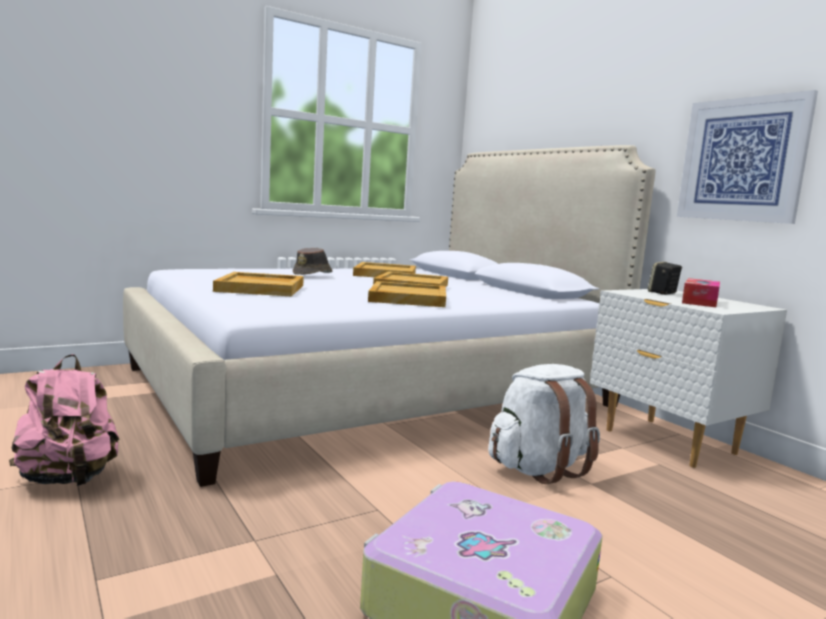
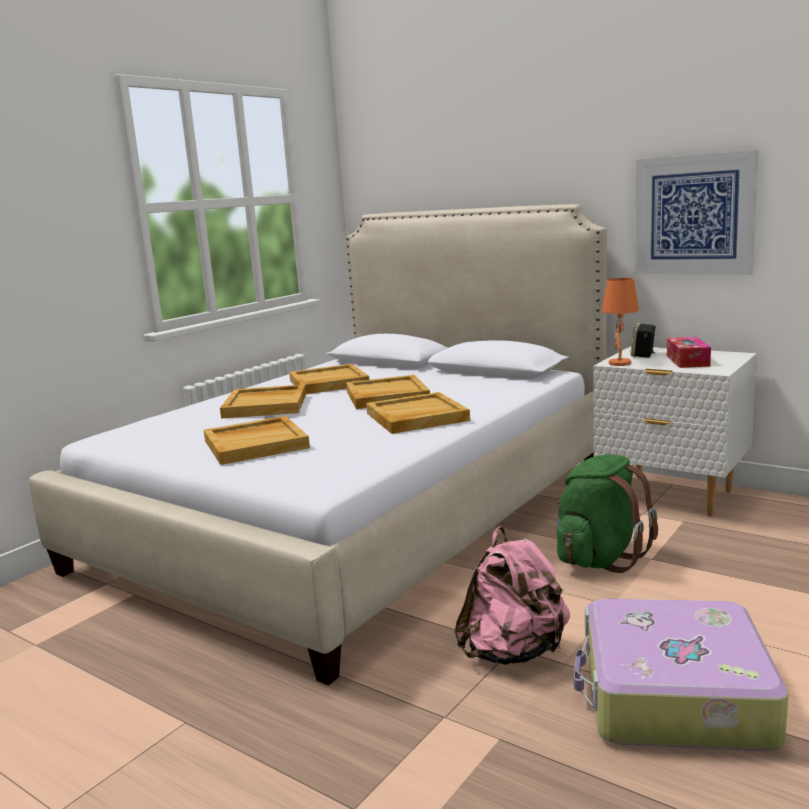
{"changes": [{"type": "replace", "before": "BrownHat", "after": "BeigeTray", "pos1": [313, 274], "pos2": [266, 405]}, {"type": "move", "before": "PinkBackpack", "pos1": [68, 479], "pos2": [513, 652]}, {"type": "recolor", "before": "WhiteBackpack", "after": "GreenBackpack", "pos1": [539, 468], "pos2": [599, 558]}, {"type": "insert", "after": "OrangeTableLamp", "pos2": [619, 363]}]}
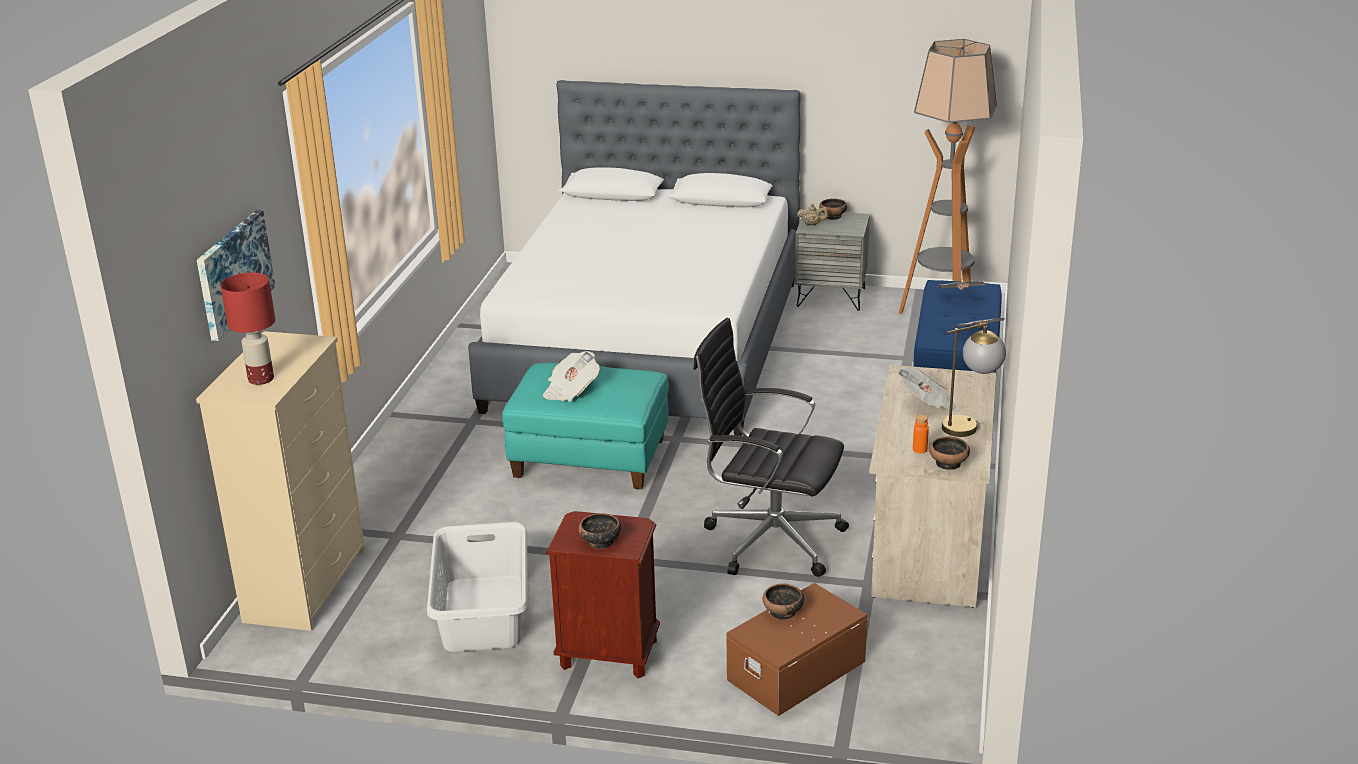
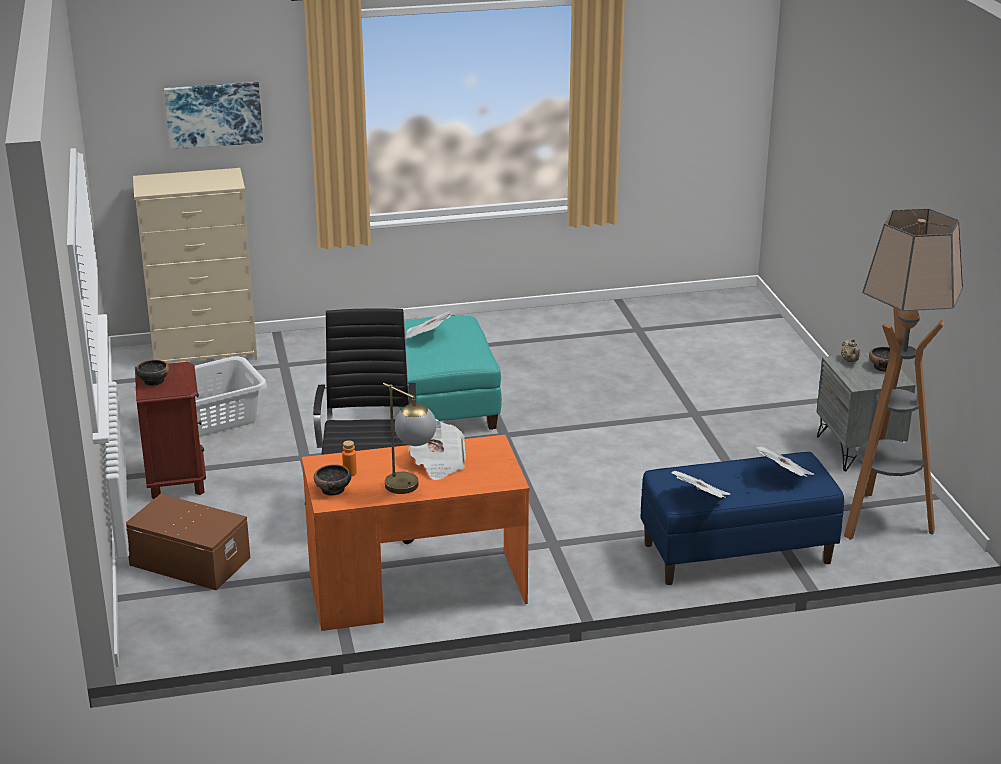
{"changes": [{"type": "recolor", "before": "BeigeDesk", "after": "OrangeDesk", "pos1": [929, 541], "pos2": [417, 590]}, {"type": "delete", "before": "RedTableLamp", "pos1": [260, 379]}, {"type": "delete", "before": "WhiteBed", "pos1": [649, 343]}, {"type": "delete", "before": "Bowl", "pos1": [783, 612]}]}
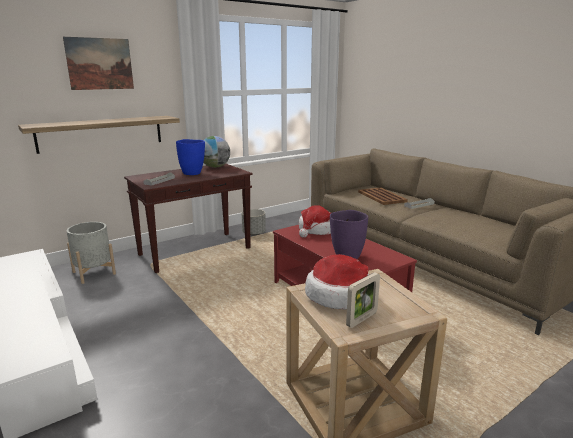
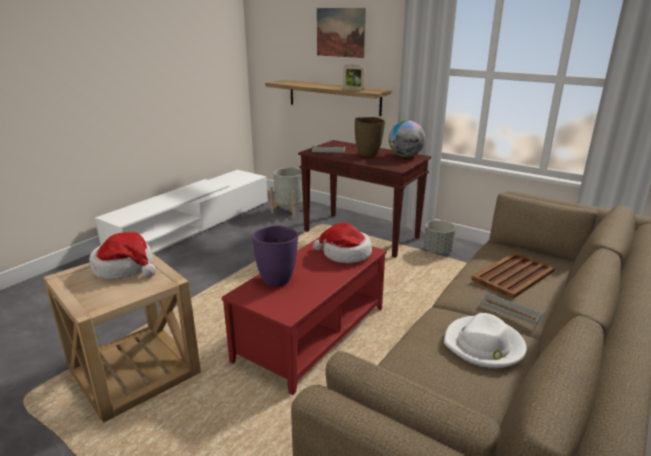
{"changes": [{"type": "move", "before": "PictureFrame", "pos1": [362, 319], "pos2": [353, 89]}, {"type": "recolor", "before": "BlueVase", "after": "BrownVase", "pos1": [192, 173], "pos2": [368, 154]}, {"type": "insert", "after": "WhiteHat", "pos2": [484, 345]}]}
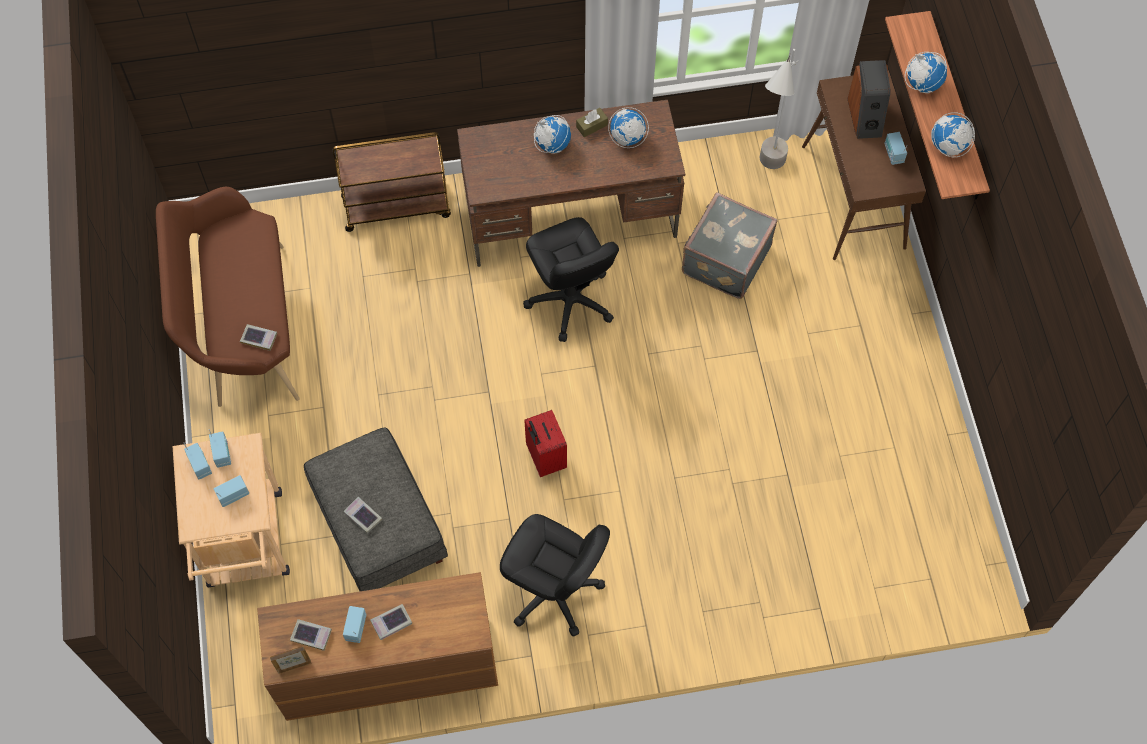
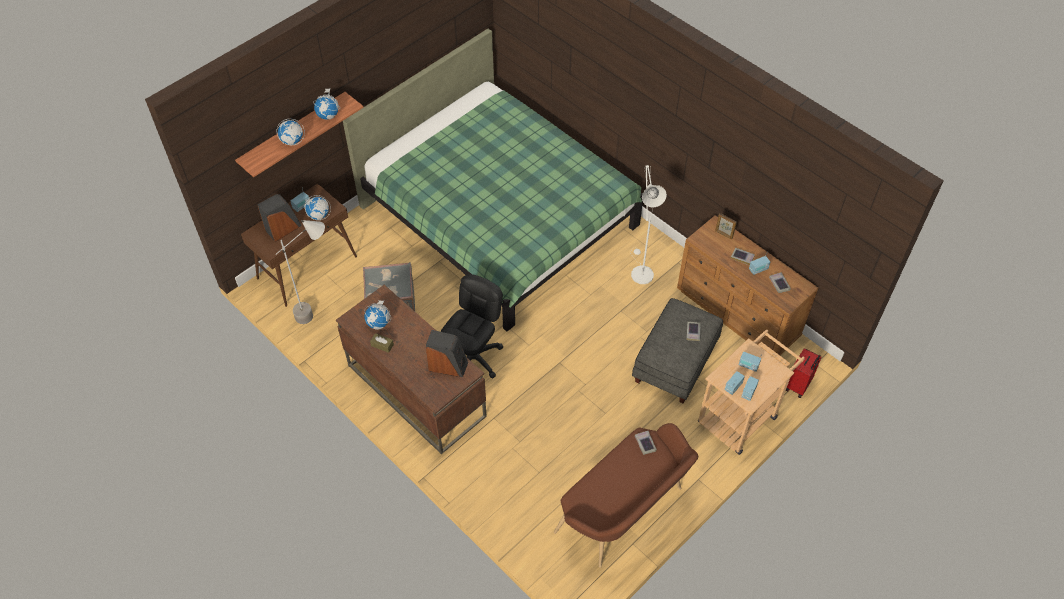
{"changes": [{"type": "move", "before": "Globe", "pos1": [552, 144], "pos2": [319, 216]}, {"type": "insert", "after": "GreenBed", "pos2": [499, 217]}, {"type": "insert", "after": "Speaker", "pos2": [448, 365]}, {"type": "replace", "before": "BlackOfficeChair", "after": "WhiteFloorLamp", "pos1": [553, 591], "pos2": [640, 271]}, {"type": "move", "before": "PictureFrame", "pos1": [294, 666], "pos2": [723, 234]}, {"type": "move", "before": "RedSuitcase", "pos1": [545, 458], "pos2": [799, 385]}, {"type": "delete", "before": "BrownCart", "pos1": [397, 205]}]}
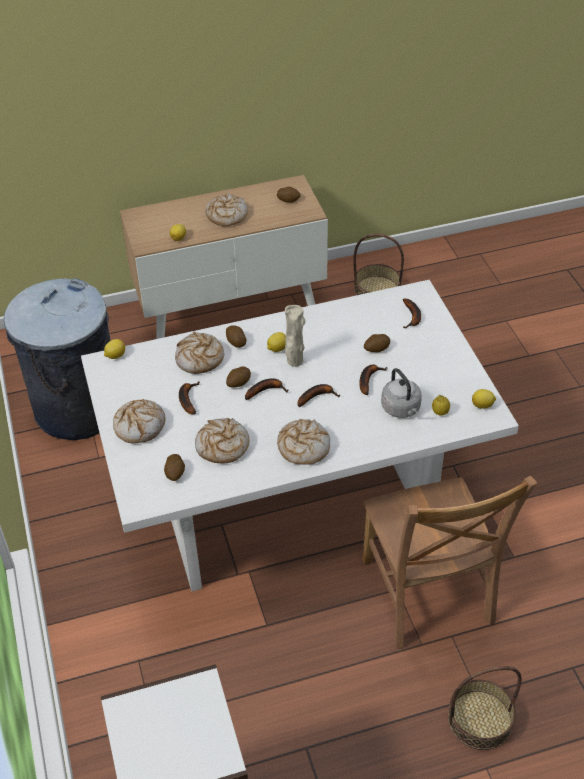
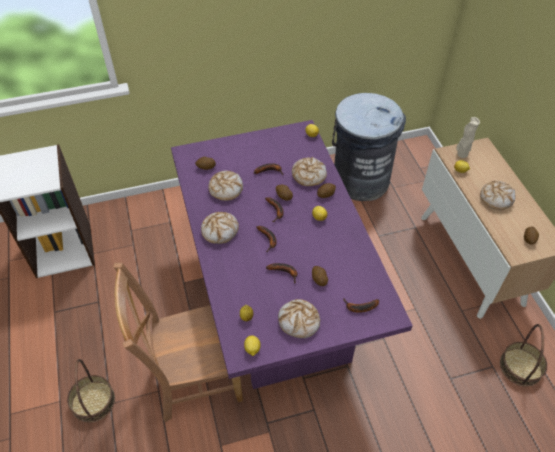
{"changes": [{"type": "recolor", "before": "WhiteDiningTable", "after": "PurpleDiningTable", "pos1": [295, 503], "pos2": [278, 299]}, {"type": "move", "before": "Bread", "pos1": [140, 426], "pos2": [299, 321]}, {"type": "move", "before": "BeigeVase", "pos1": [294, 362], "pos2": [461, 154]}, {"type": "delete", "before": "GreyKettle", "pos1": [401, 409]}]}
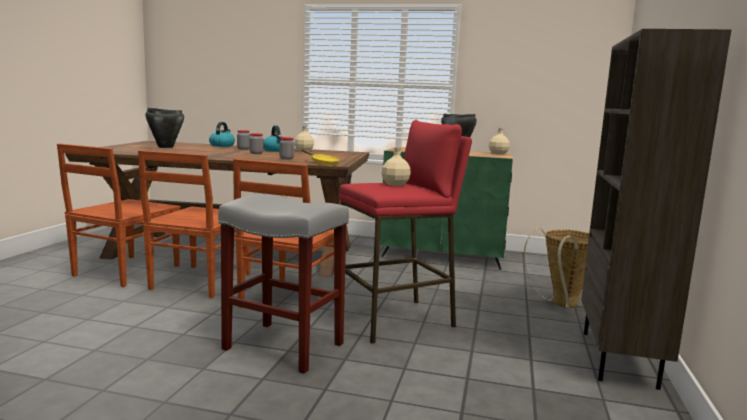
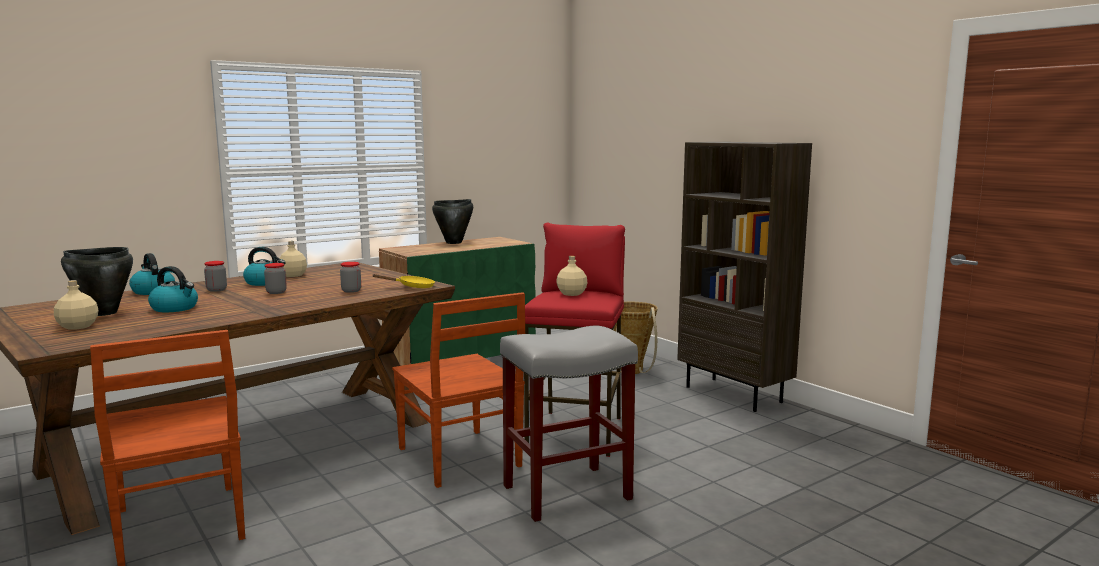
{"changes": [{"type": "move", "before": "BeigeBottle", "pos1": [498, 153], "pos2": [78, 326]}, {"type": "insert", "after": "Kettle", "pos2": [175, 308]}, {"type": "delete", "before": "BrownChair", "pos1": [200, 282]}]}
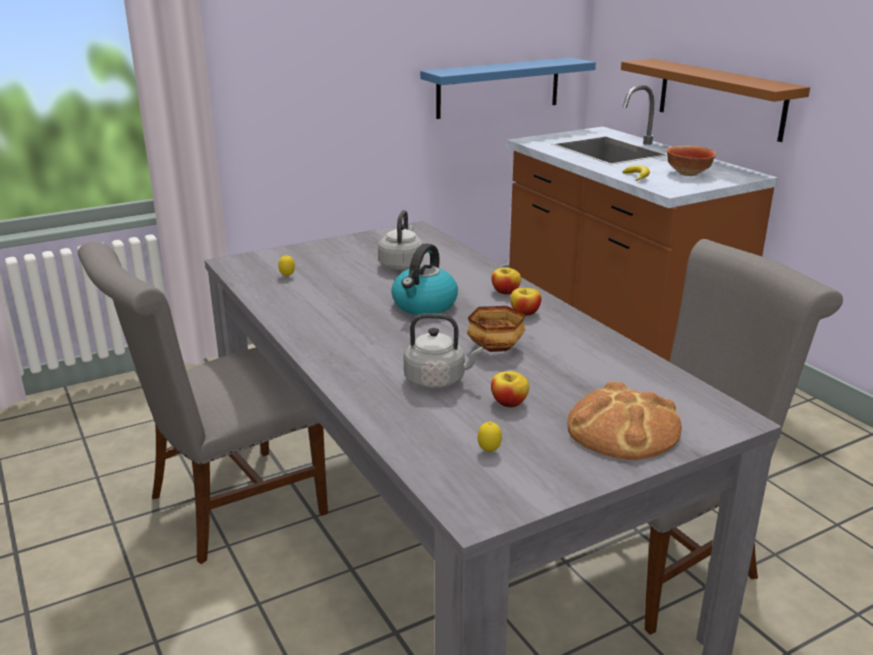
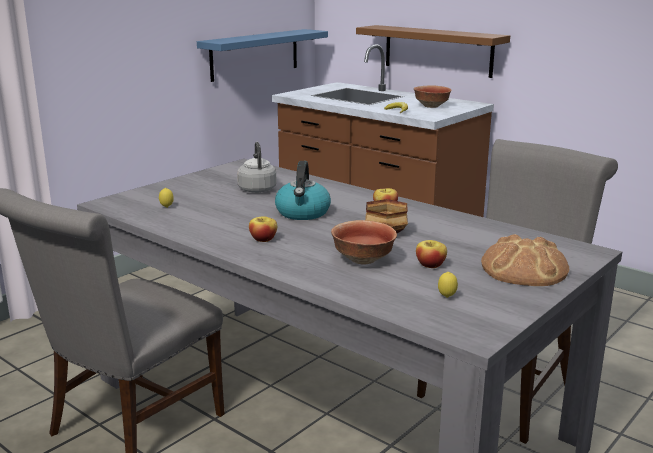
{"changes": [{"type": "move", "before": "Apple", "pos1": [505, 292], "pos2": [263, 239]}, {"type": "replace", "before": "GreyKettle", "after": "Bowl", "pos1": [438, 381], "pos2": [364, 260]}]}
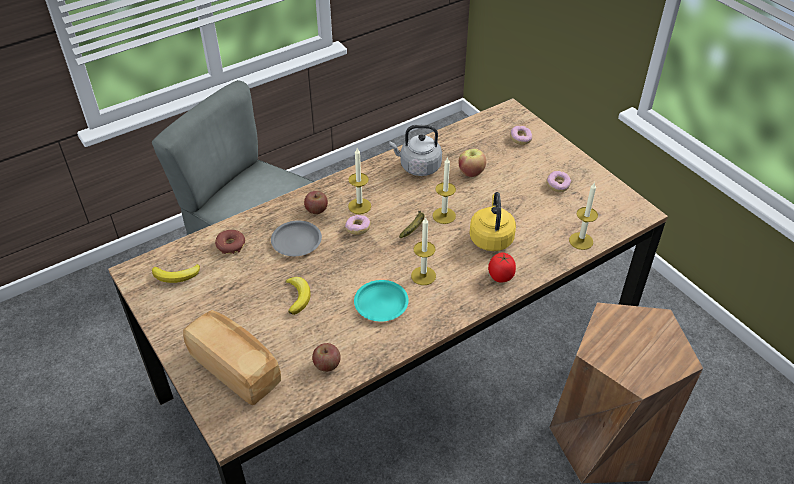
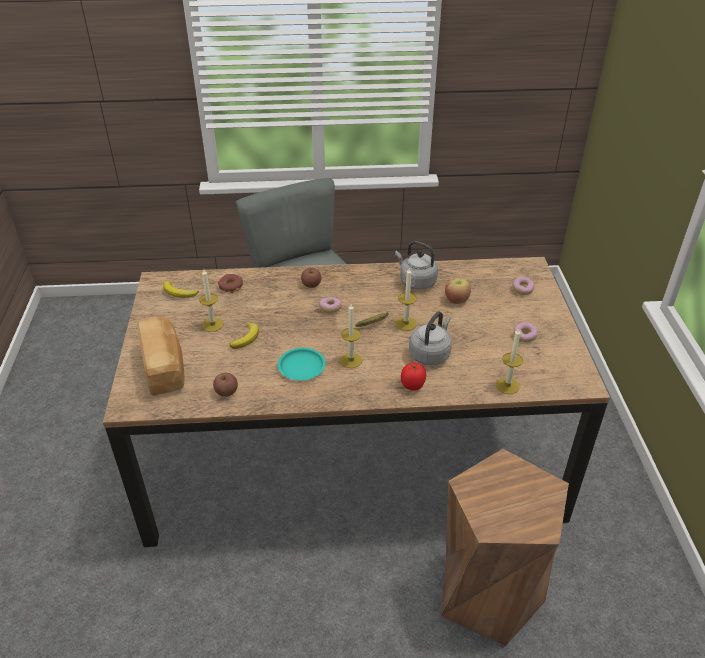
{"changes": [{"type": "move", "before": "Candle", "pos1": [359, 206], "pos2": [212, 325]}, {"type": "recolor", "before": "YellowKettle", "after": "GreyKettle", "pos1": [491, 237], "pos2": [430, 354]}, {"type": "delete", "before": "GreyPlate", "pos1": [296, 241]}]}
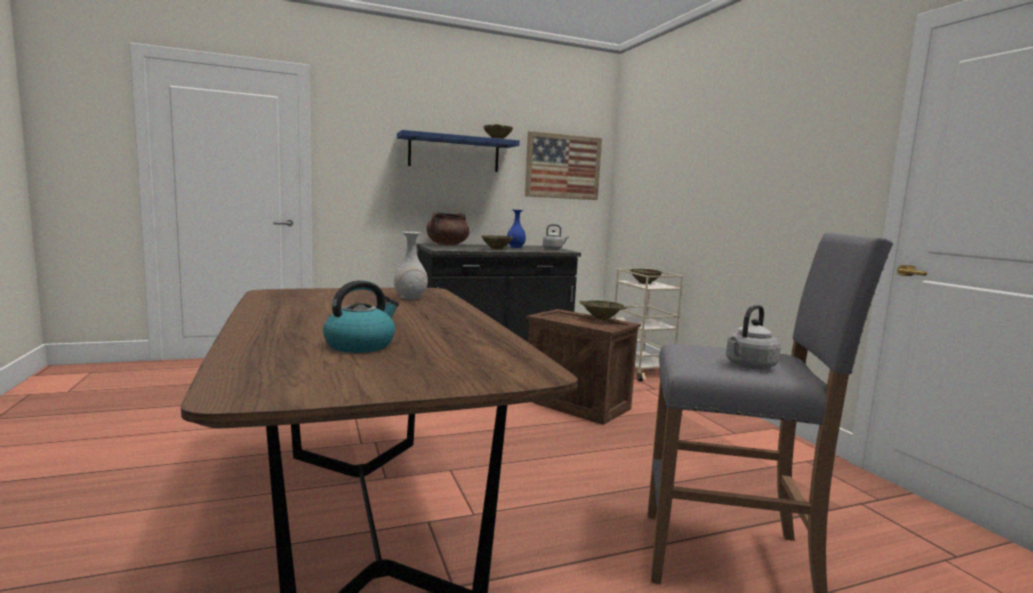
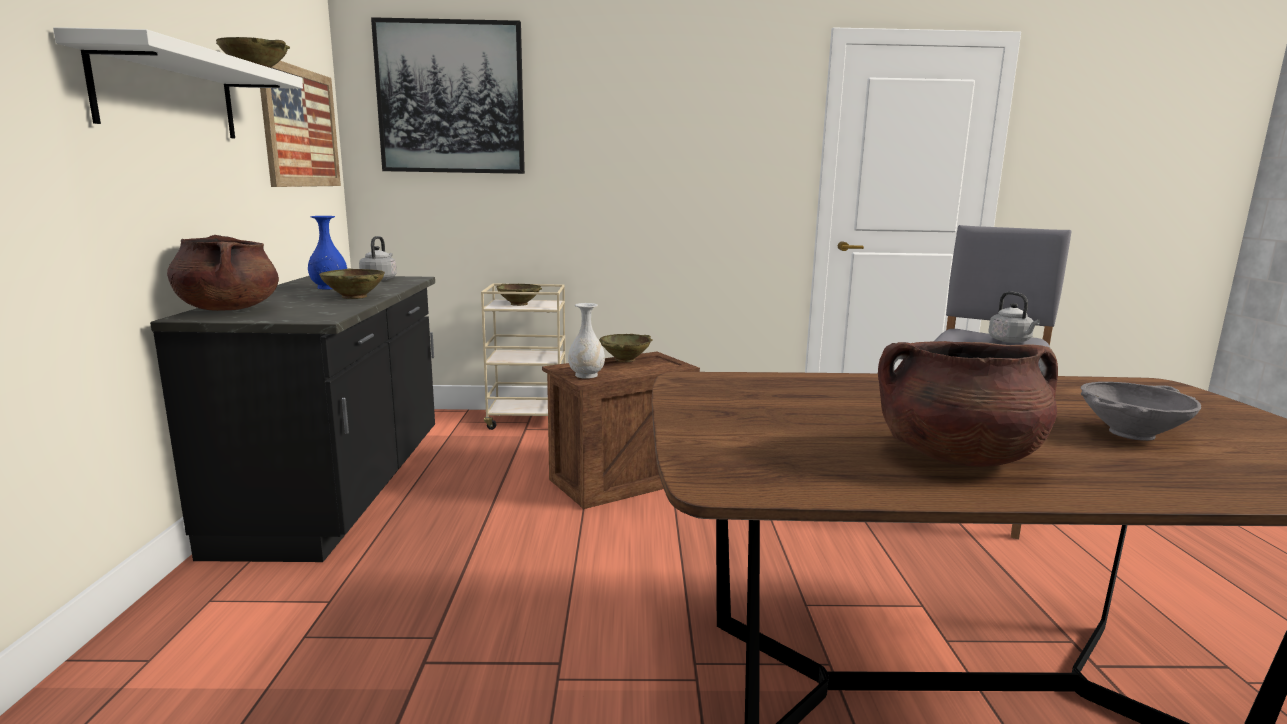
{"changes": [{"type": "recolor", "before": "BlueShelf", "after": "WhiteShelf", "pos1": [454, 153], "pos2": [168, 94]}, {"type": "insert", "after": "Picture", "pos2": [451, 98]}, {"type": "move", "before": "WhiteVase", "pos1": [410, 297], "pos2": [587, 375]}, {"type": "insert", "after": "BrownCookingPot", "pos2": [957, 456]}, {"type": "replace", "before": "Kettle", "after": "GreyBowl", "pos1": [361, 345], "pos2": [1131, 434]}]}
